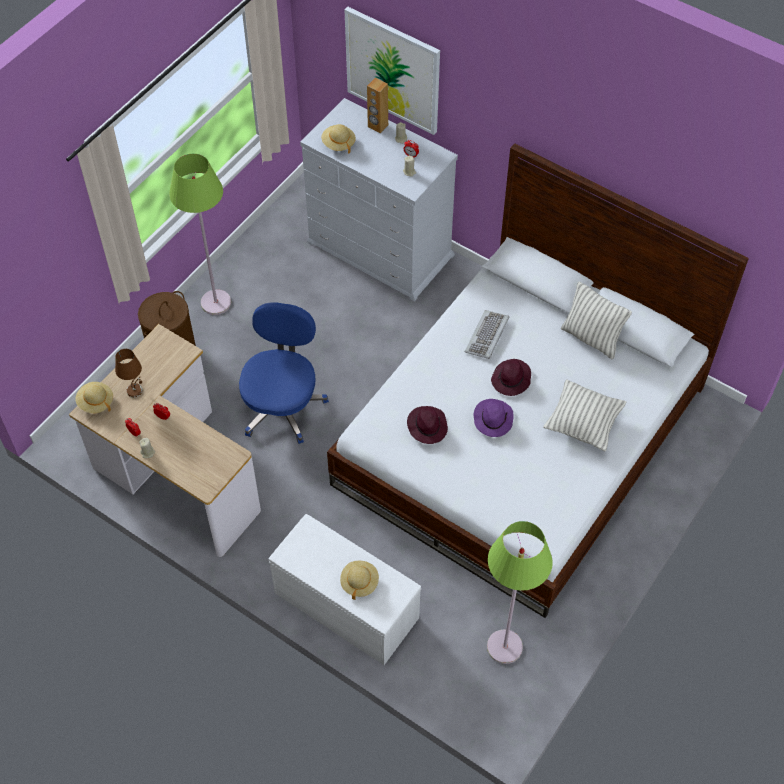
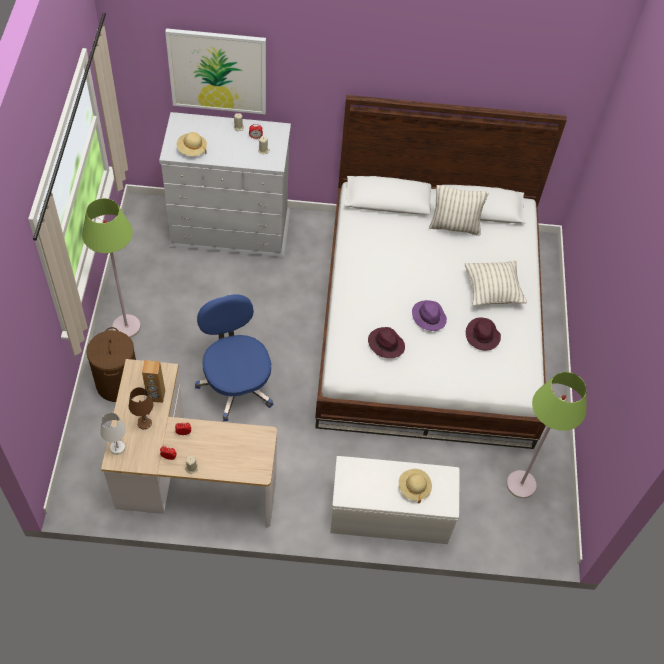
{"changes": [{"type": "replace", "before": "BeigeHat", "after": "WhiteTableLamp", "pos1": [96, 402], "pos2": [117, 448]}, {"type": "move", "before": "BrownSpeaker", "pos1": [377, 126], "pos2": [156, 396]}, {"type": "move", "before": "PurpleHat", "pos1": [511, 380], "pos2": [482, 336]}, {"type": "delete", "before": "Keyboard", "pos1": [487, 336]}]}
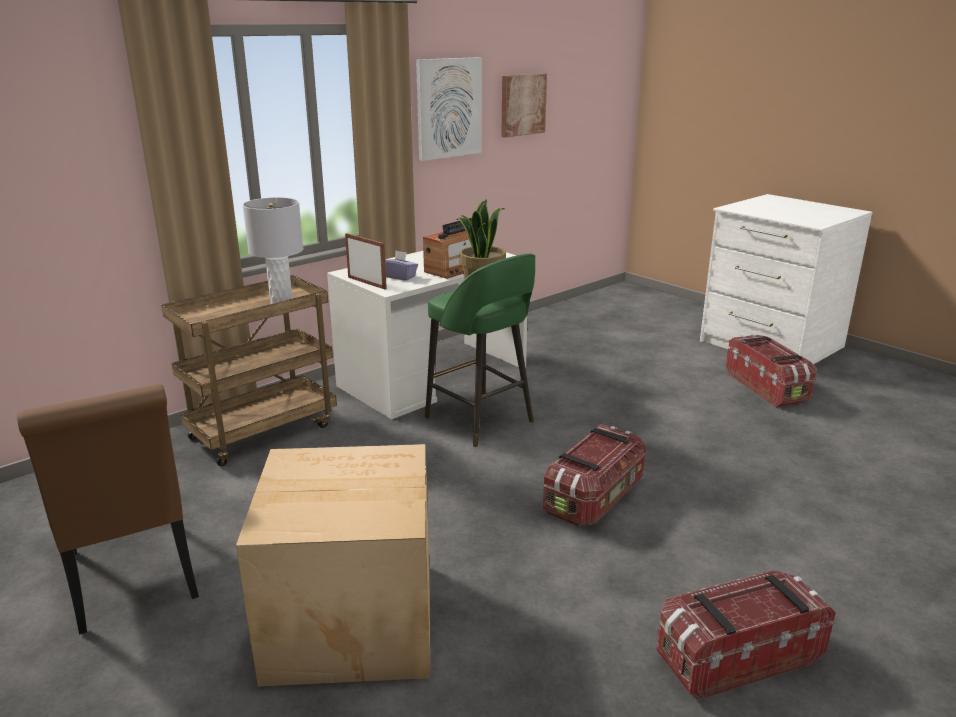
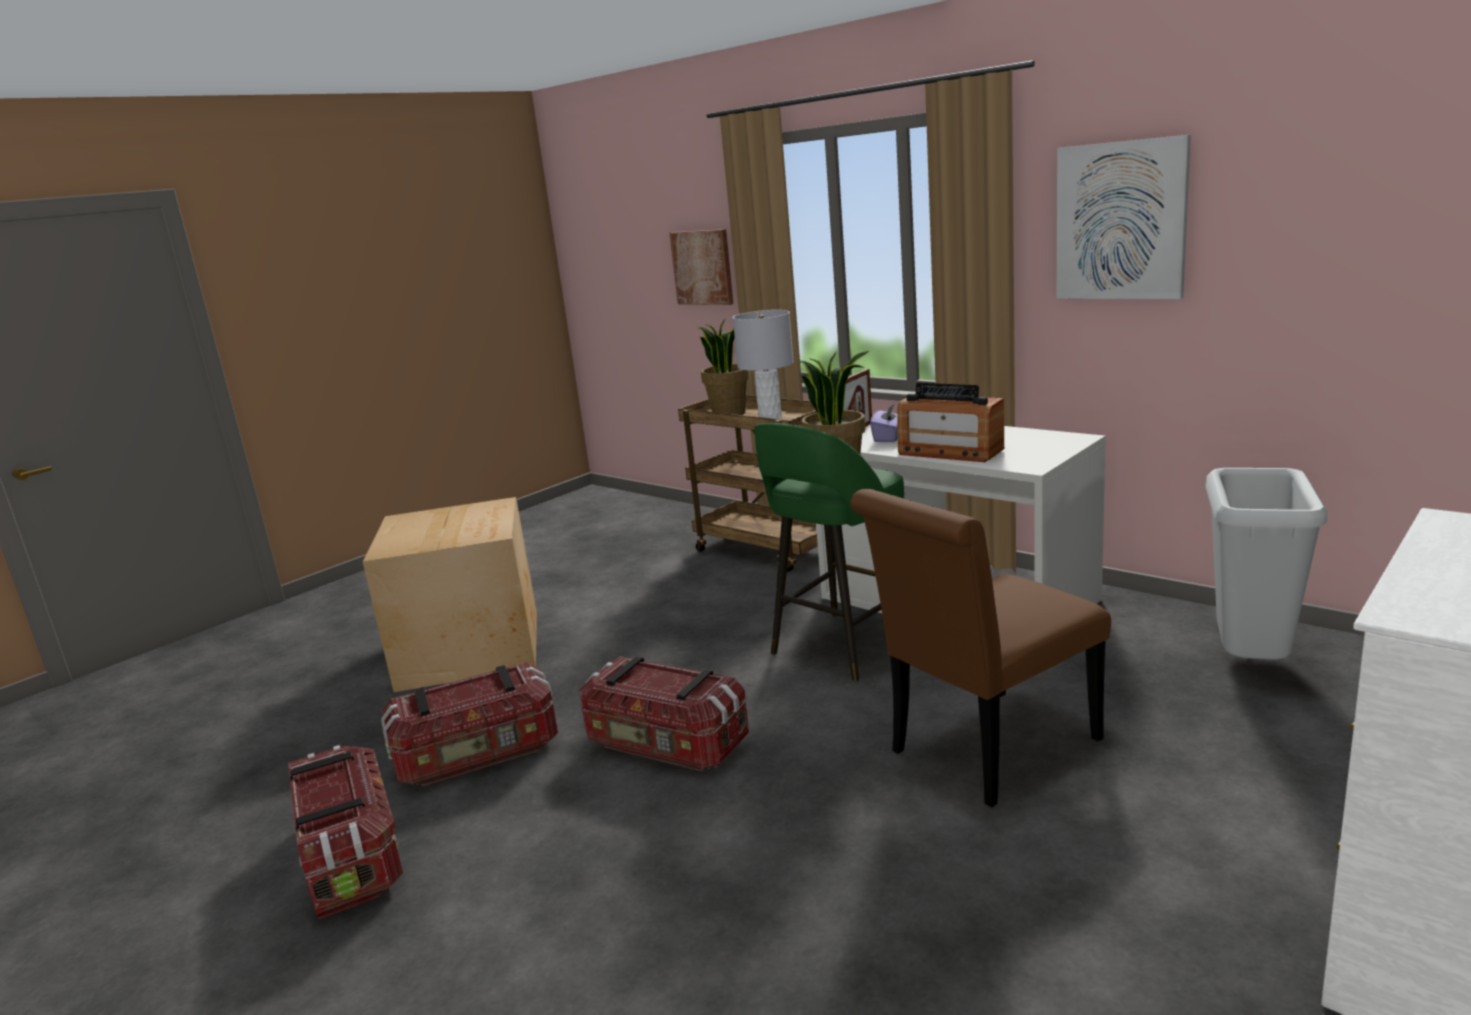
{"changes": [{"type": "move", "before": "StorageBox", "pos1": [767, 387], "pos2": [478, 755]}, {"type": "move", "before": "Picture", "pos1": [522, 104], "pos2": [703, 267]}, {"type": "insert", "after": "PottedPlant", "pos2": [729, 413]}, {"type": "move", "before": "BrownChair", "pos1": [134, 582], "pos2": [985, 751]}, {"type": "insert", "after": "GreyTrashCan", "pos2": [1252, 664]}]}
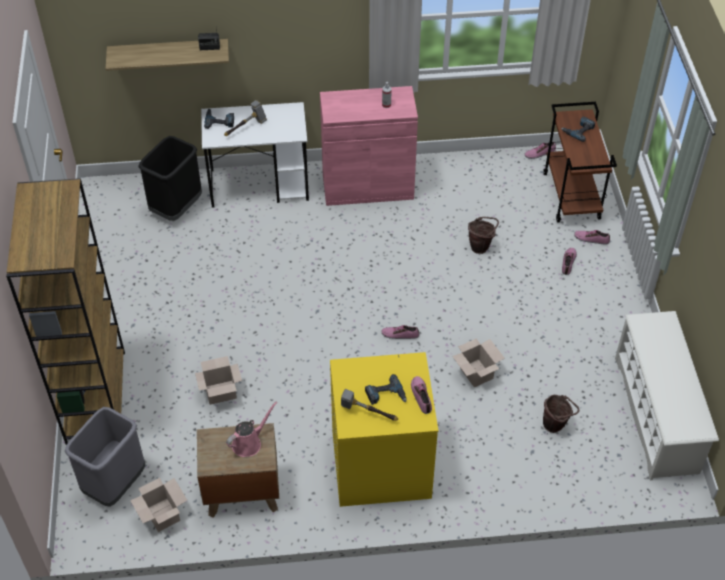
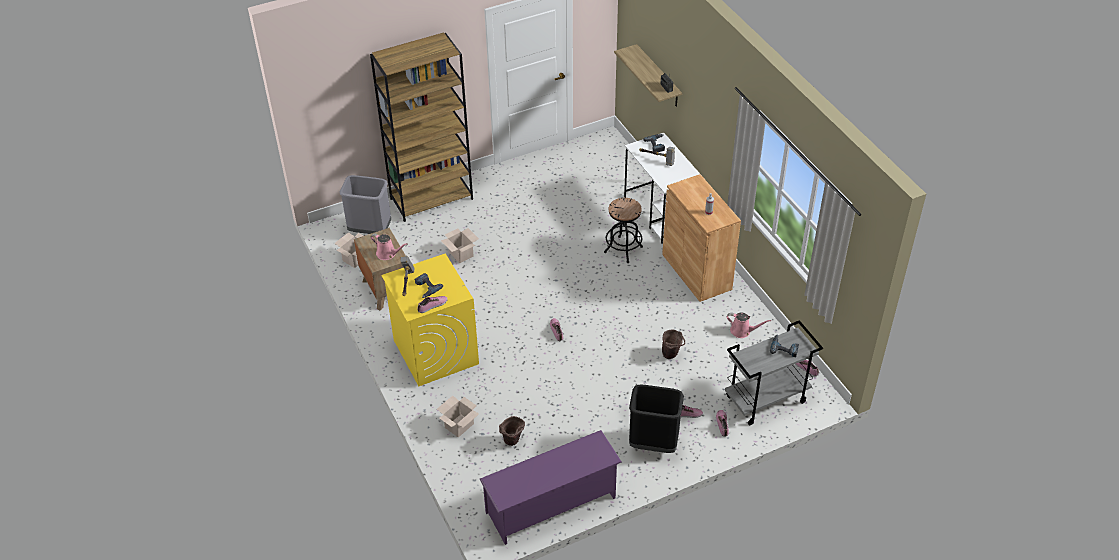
{"changes": [{"type": "move", "before": "CardboardBox", "pos1": [475, 373], "pos2": [459, 425]}, {"type": "recolor", "before": "WhiteShoeRack", "after": "PurpleShoeRack", "pos1": [656, 415], "pos2": [551, 505]}, {"type": "insert", "after": "BlackStool", "pos2": [623, 249]}, {"type": "move", "before": "BlackTrashCan", "pos1": [176, 208], "pos2": [653, 443]}, {"type": "recolor", "before": "PinkCabinet", "after": "BrownCabinet", "pos1": [368, 187], "pos2": [696, 272]}, {"type": "recolor", "before": "BrownCart", "after": "GreyCart", "pos1": [572, 196], "pos2": [765, 400]}, {"type": "insert", "after": "PinkWateringCan", "pos2": [742, 331]}]}
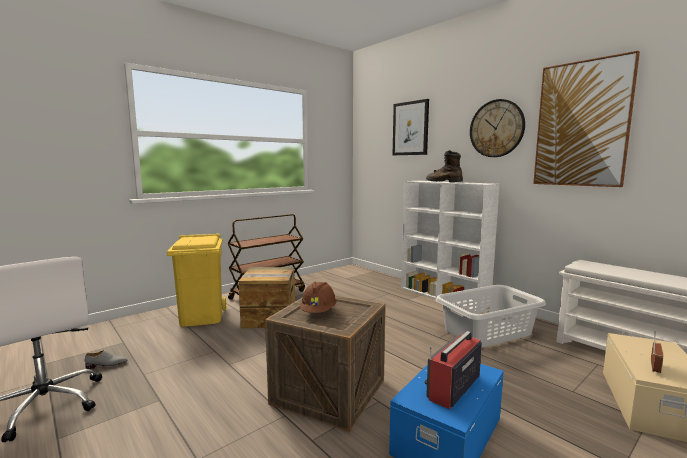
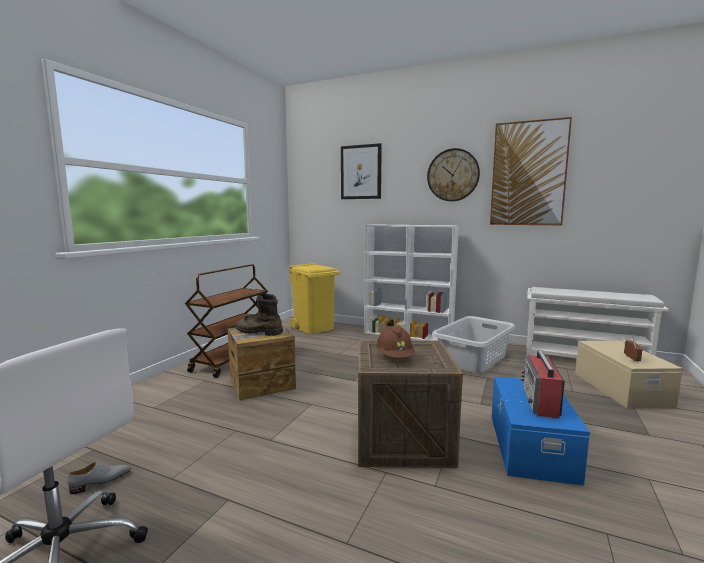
{"changes": [{"type": "move", "before": "BrownBoot", "pos1": [443, 181], "pos2": [258, 332]}, {"type": "move", "before": "YellowTrashCan", "pos1": [202, 317], "pos2": [314, 328]}]}
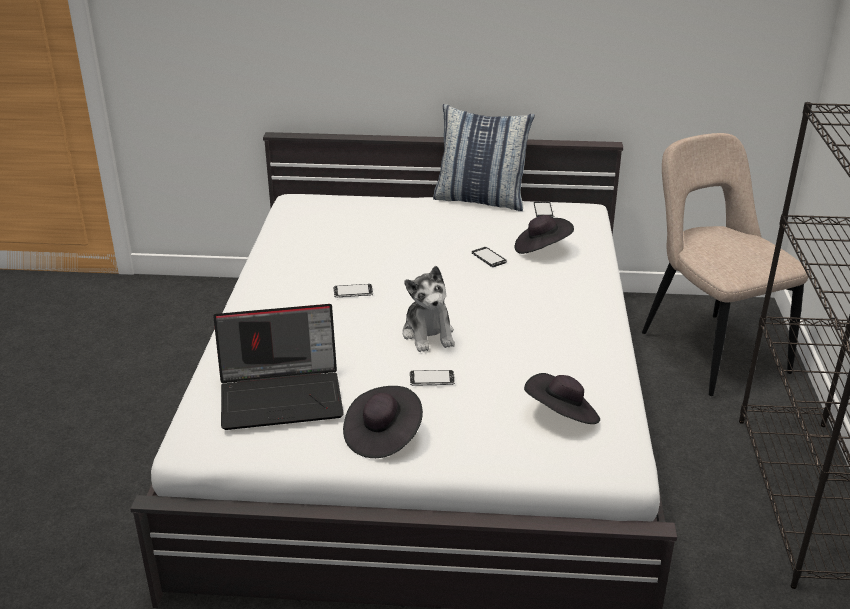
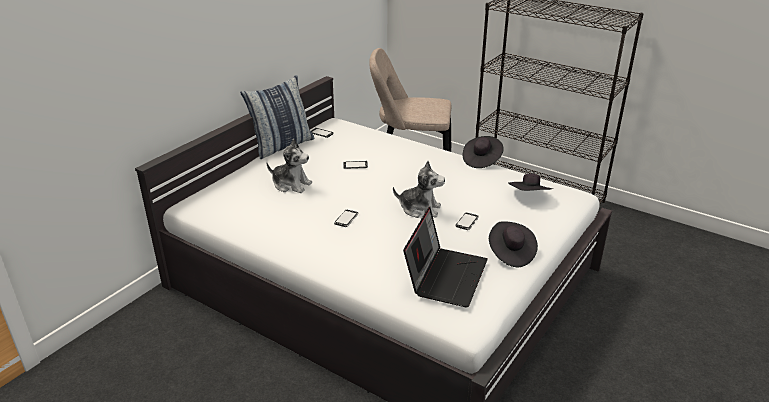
{"changes": [{"type": "insert", "after": "PlushToy", "pos2": [291, 184]}, {"type": "move", "before": "BlackHat", "pos1": [541, 249], "pos2": [481, 160]}]}
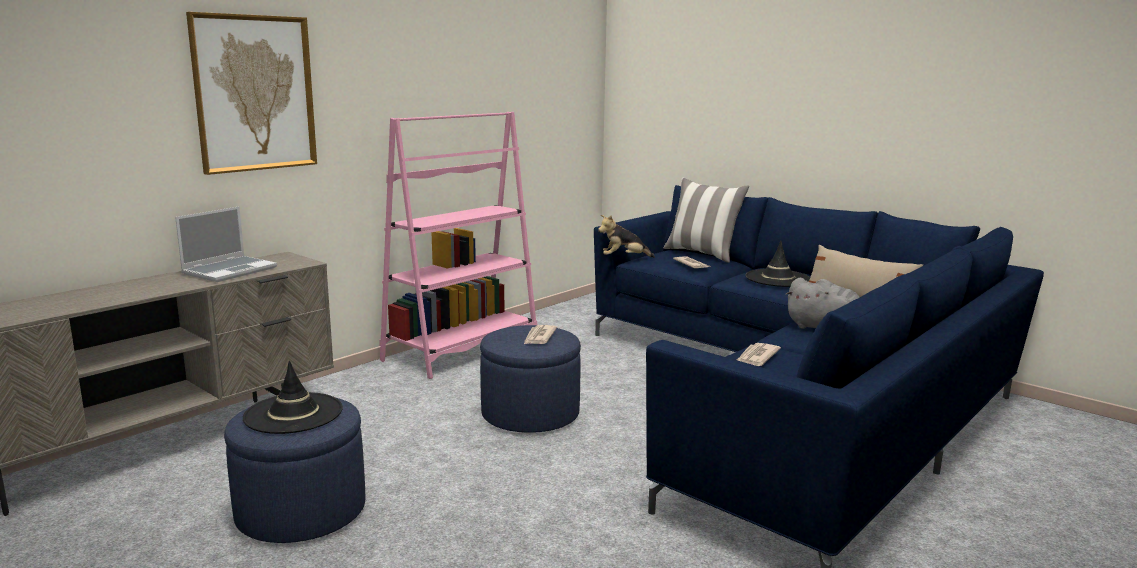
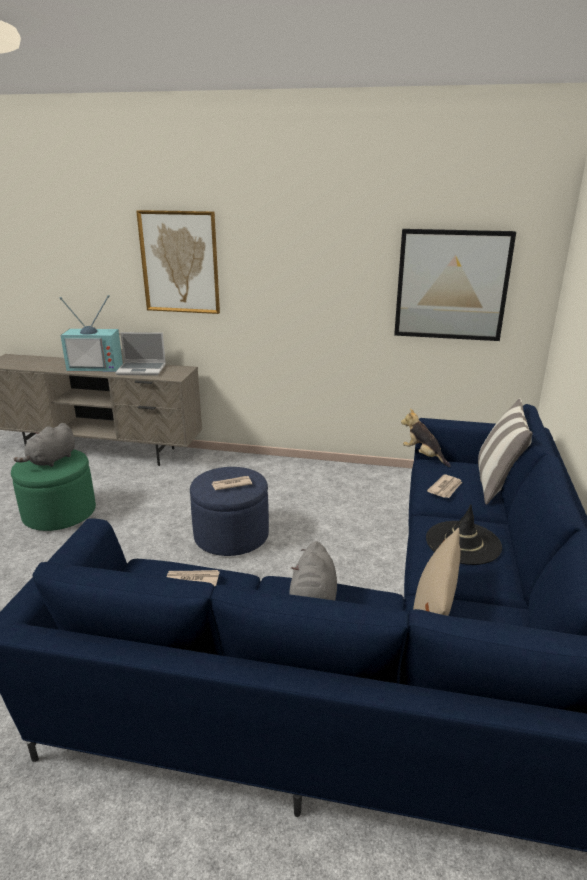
{"changes": [{"type": "recolor", "before": "BlueOttoman", "after": "GreenOttoman", "pos1": [301, 511], "pos2": [59, 513]}, {"type": "replace", "before": "BlackHat", "after": "GreyPlushToy", "pos1": [293, 413], "pos2": [51, 460]}, {"type": "insert", "after": "Television", "pos2": [96, 366]}, {"type": "insert", "after": "Picture", "pos2": [451, 285]}, {"type": "delete", "before": "PinkBookcase", "pos1": [462, 351]}]}
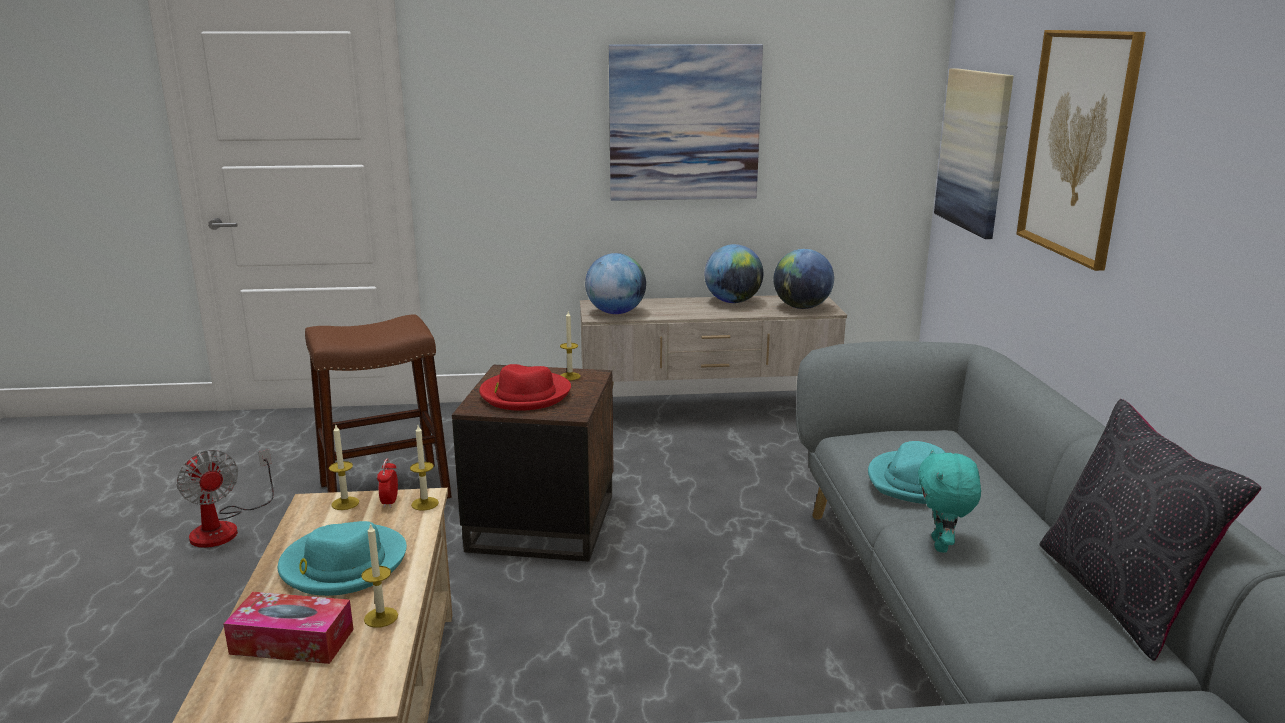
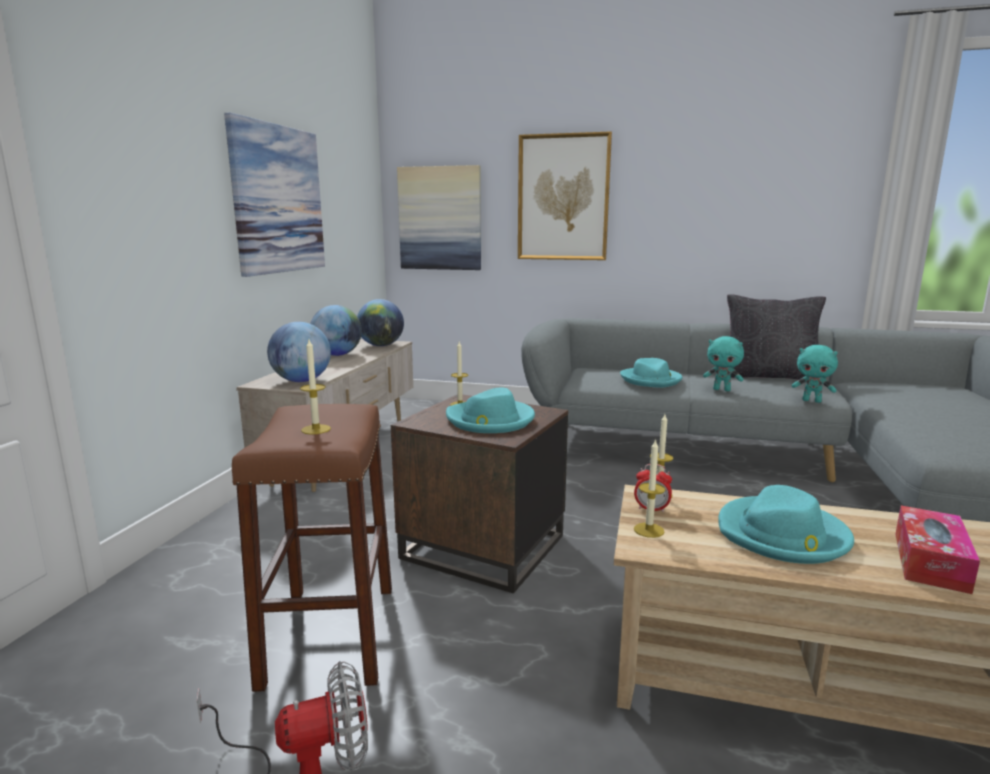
{"changes": [{"type": "move", "before": "Candle", "pos1": [381, 617], "pos2": [316, 429]}, {"type": "recolor", "before": "RedHat", "after": "TurquoiseHat", "pos1": [525, 394], "pos2": [490, 420]}, {"type": "insert", "after": "TurquoisePlushToy", "pos2": [812, 401]}]}
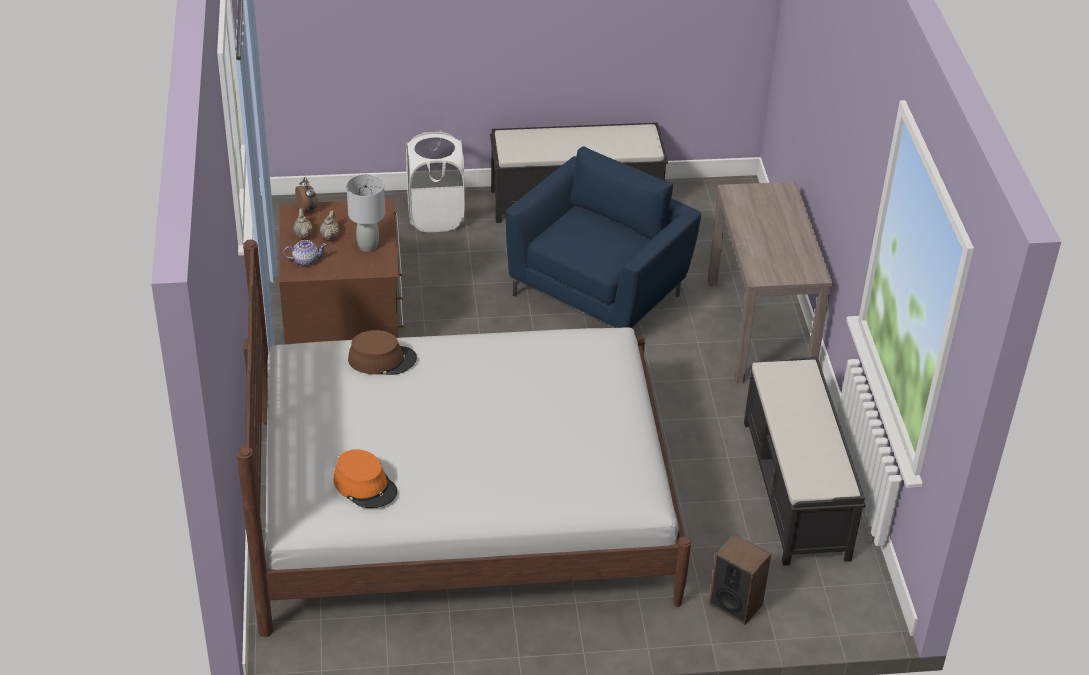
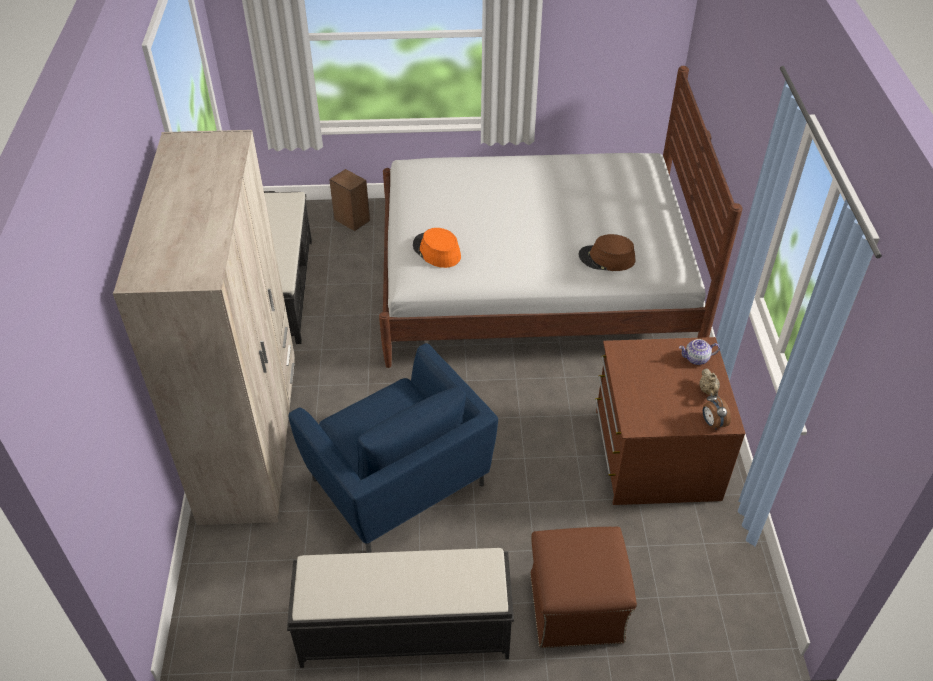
{"changes": [{"type": "replace", "before": "BrownConsoleTable", "after": "BeigeWardrobe", "pos1": [760, 328], "pos2": [250, 437]}, {"type": "rotate", "before": "BlueArmchair", "pos1": [599, 294], "pos2": [399, 484], "turn": -75}, {"type": "move", "before": "OrangeHat", "pos1": [365, 486], "pos2": [436, 251]}, {"type": "replace", "before": "WhiteLaundryBasket", "after": "BrownOttoman", "pos1": [436, 217], "pos2": [575, 607]}, {"type": "delete", "before": "BeigeTeapot", "pos1": [330, 236]}, {"type": "delete", "before": "GreyTableLamp", "pos1": [368, 246]}]}
